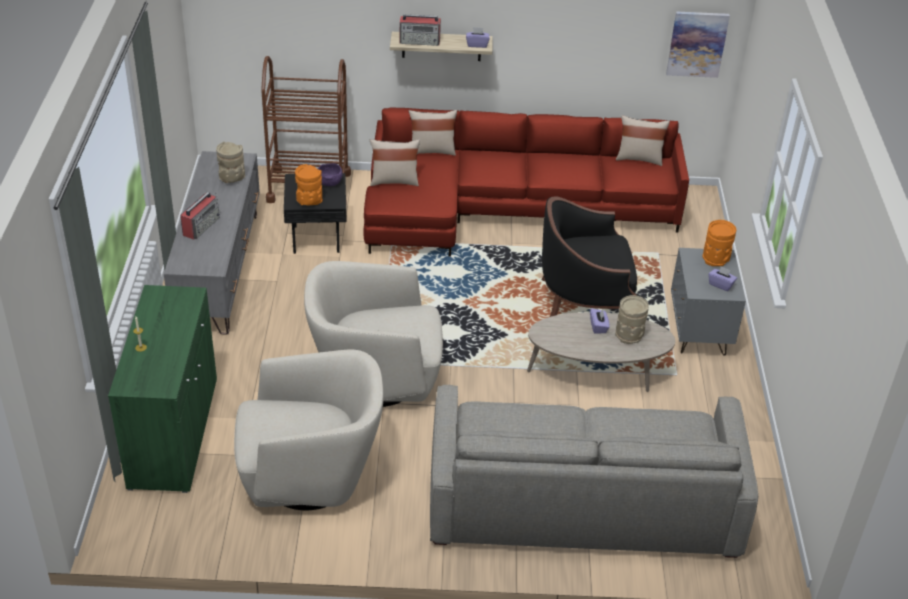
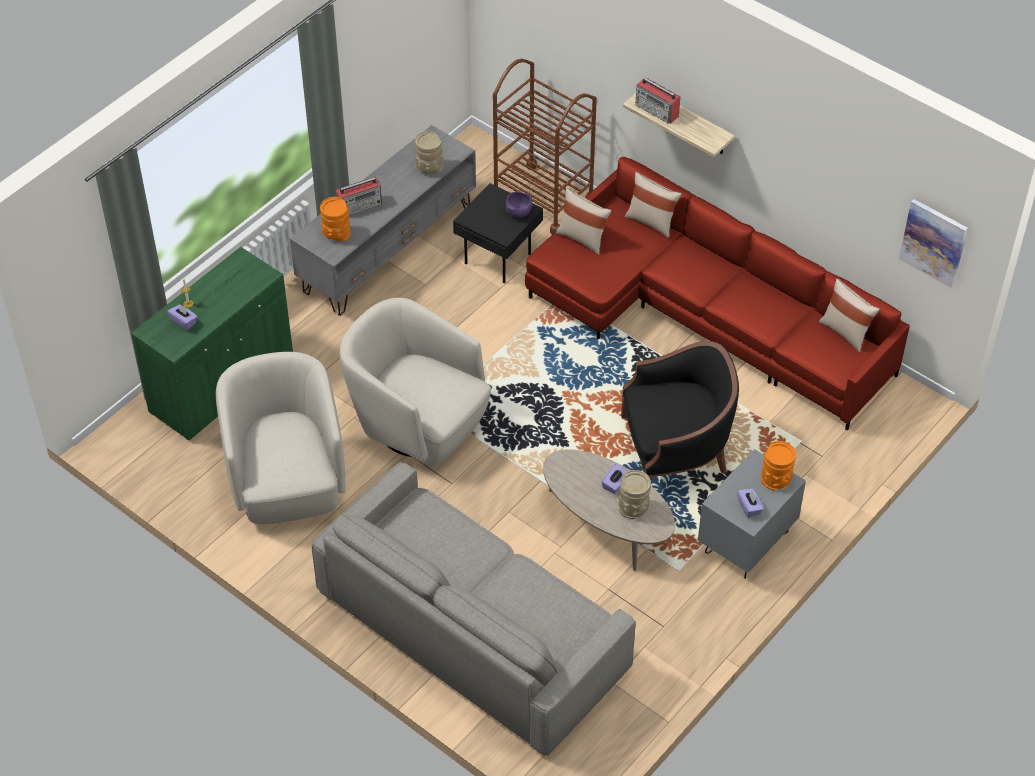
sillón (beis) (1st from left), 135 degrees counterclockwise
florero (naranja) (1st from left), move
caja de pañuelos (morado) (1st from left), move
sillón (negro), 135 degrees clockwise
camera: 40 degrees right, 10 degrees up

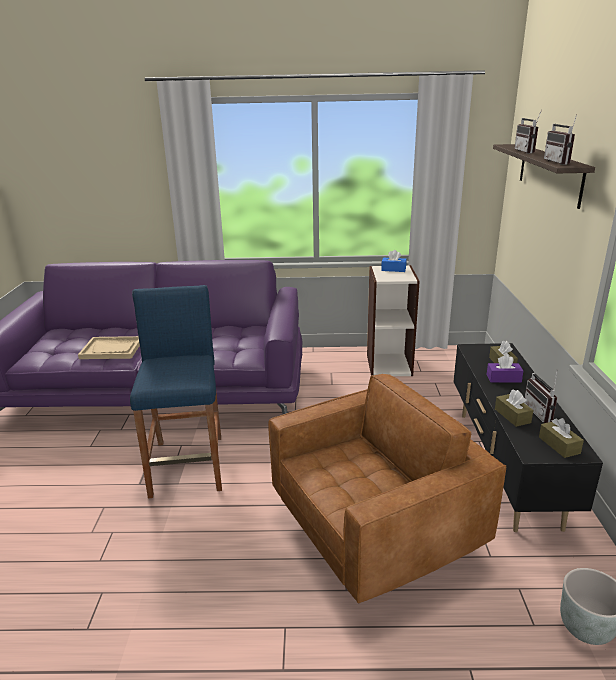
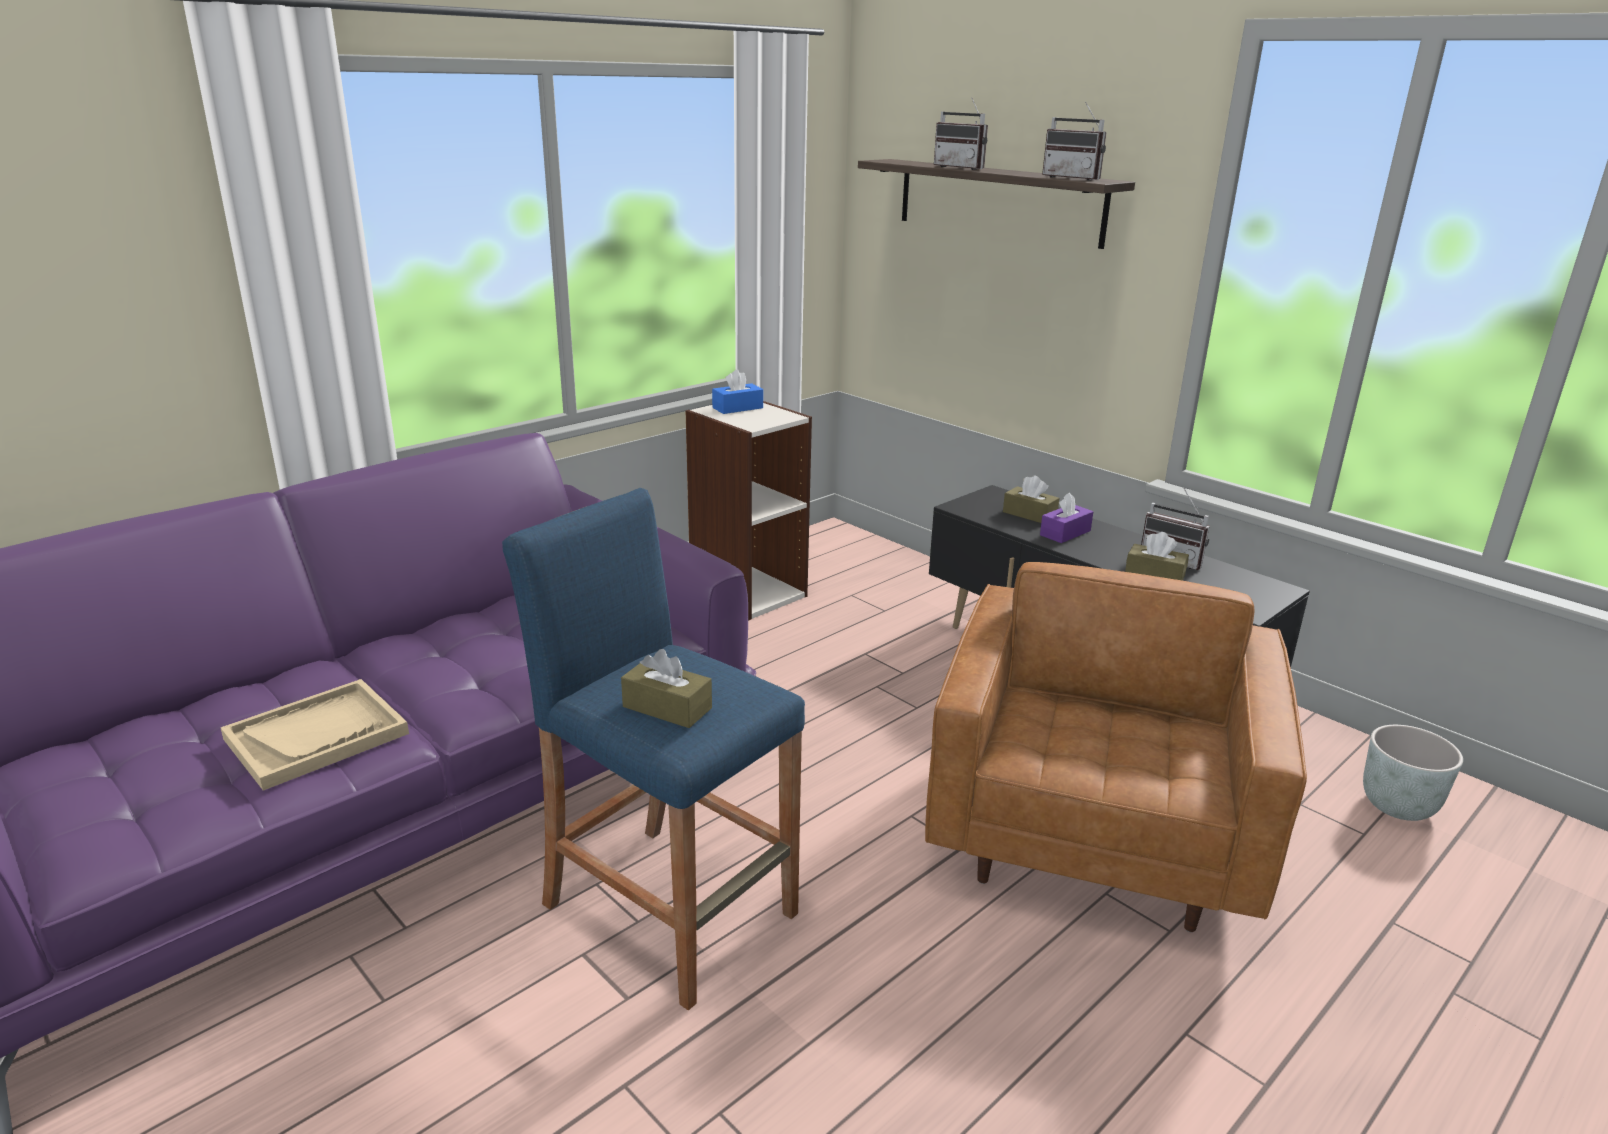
caja de pañuelos (marrón) (3rd from left in the first image) → caja de pañuelos (marrón) (1st from left), move
camera: 45 degrees left, 0 degrees up

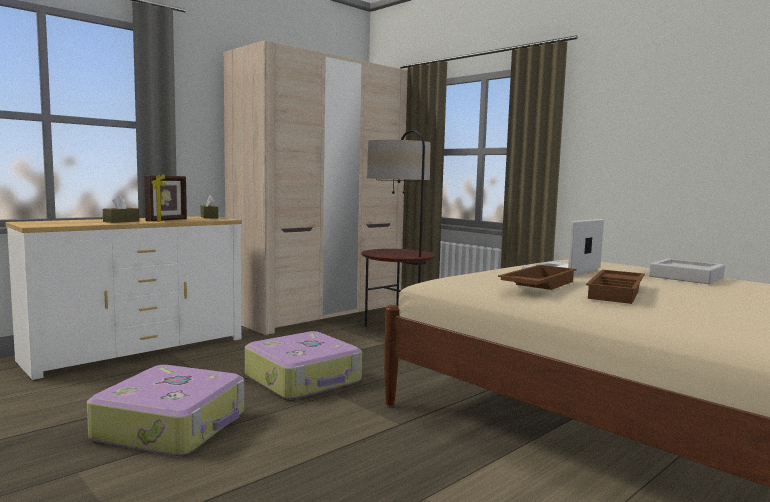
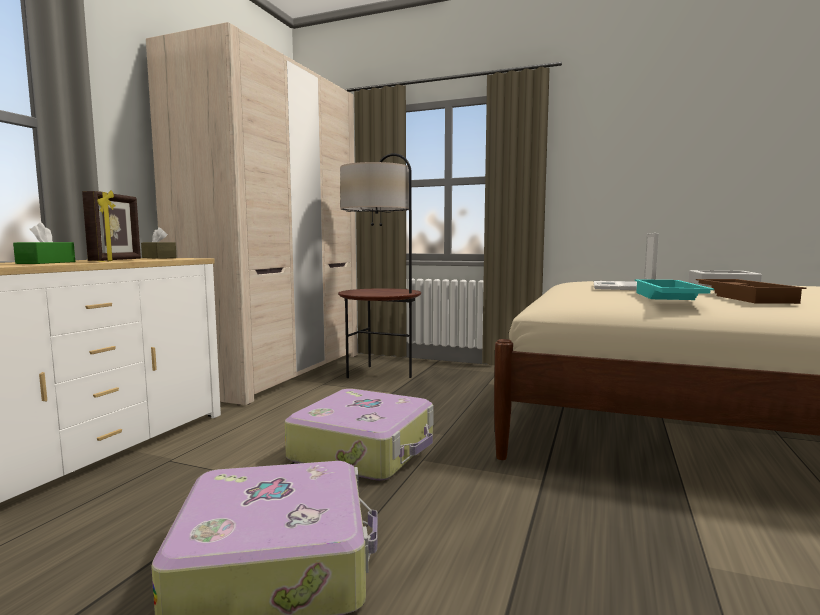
caja de pañuelos (marrón) (1st from left) → caja de pañuelos (verde)
bandeja (marrón) (1st from left) → bandeja (turquesa)
camera: 25 degrees left, 0 degrees up

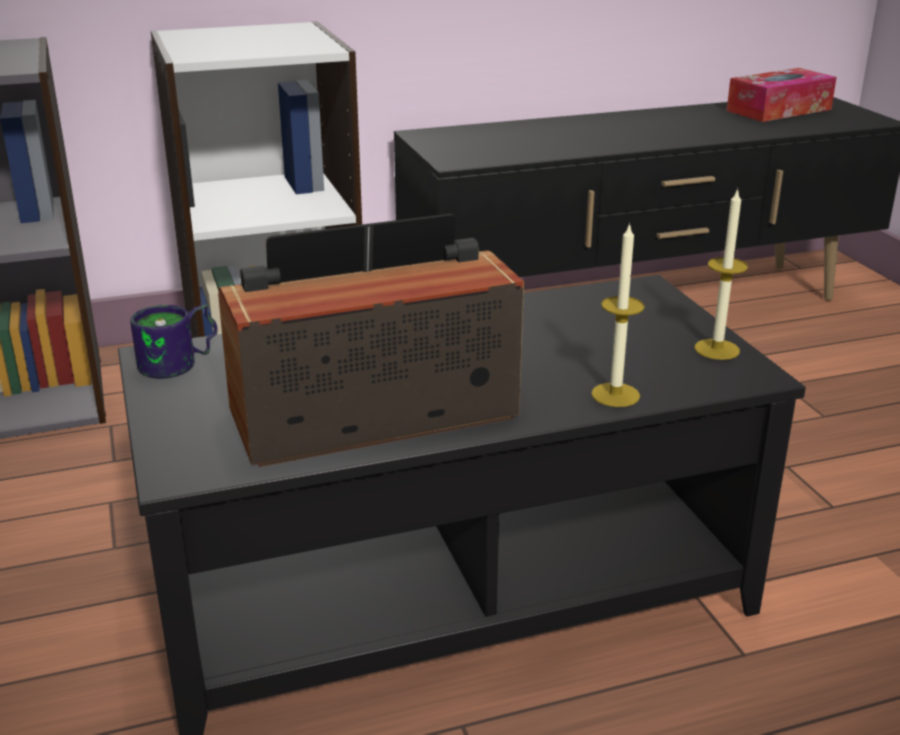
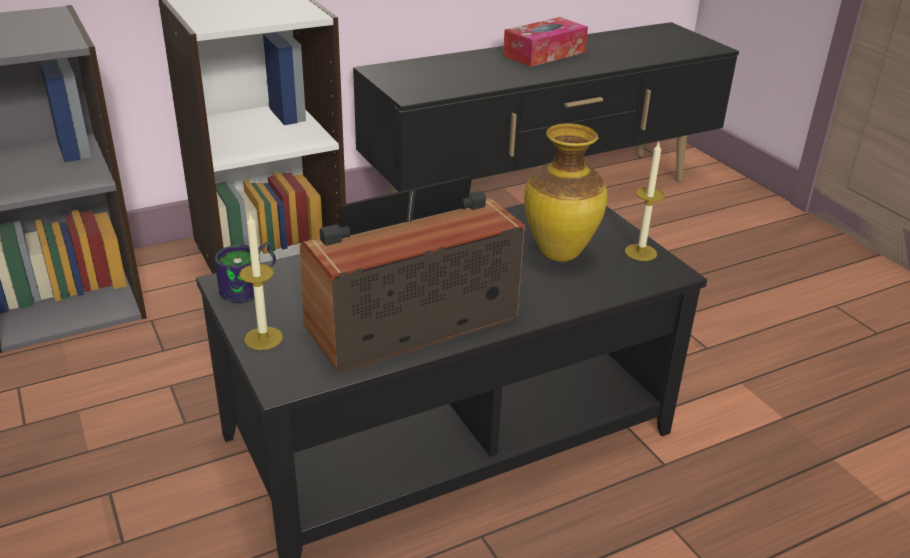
vela (1st from left), move
caja de pañuelos, move
- → florero
camera: 10 degrees left, 5 degrees up

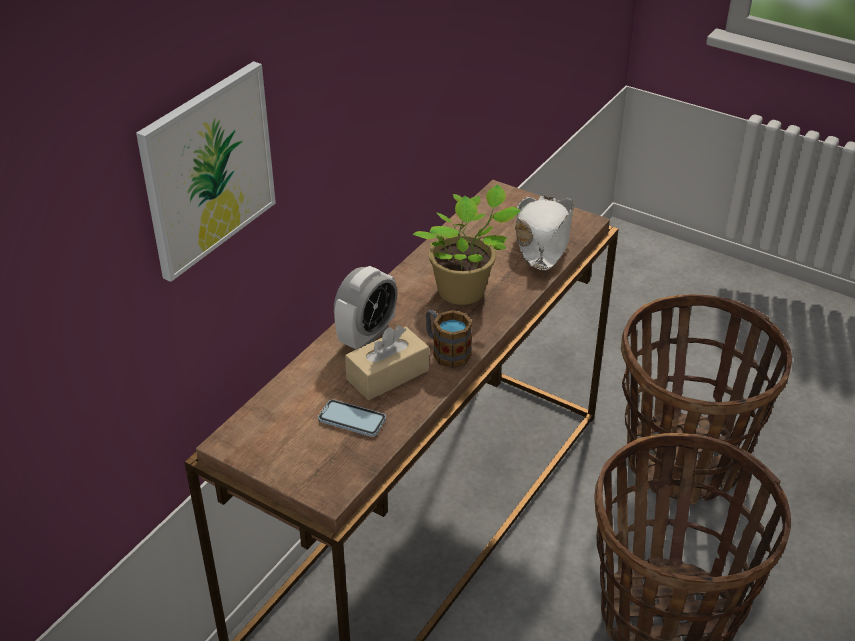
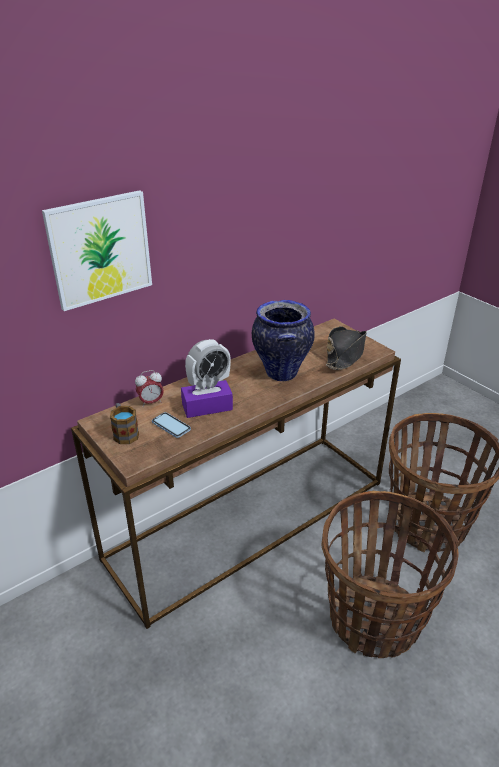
caja de pañuelos (beis) → caja de pañuelos (morado)
planta en maceta → florero
taza grande, move
sombrero (blanco) → sombrero (negro)
- → despertador (1st from left)
camera: 20 degrees right, 5 degrees down

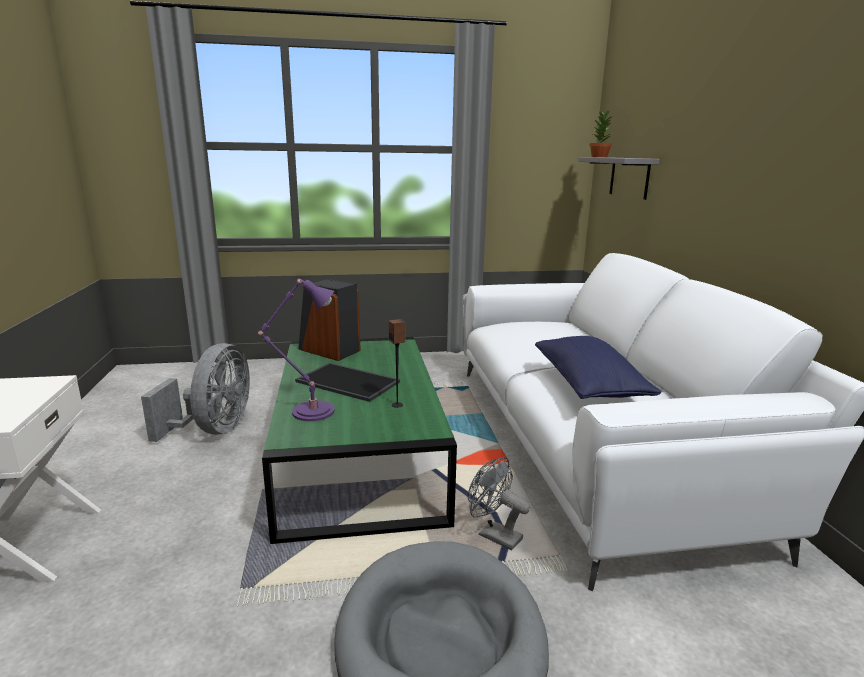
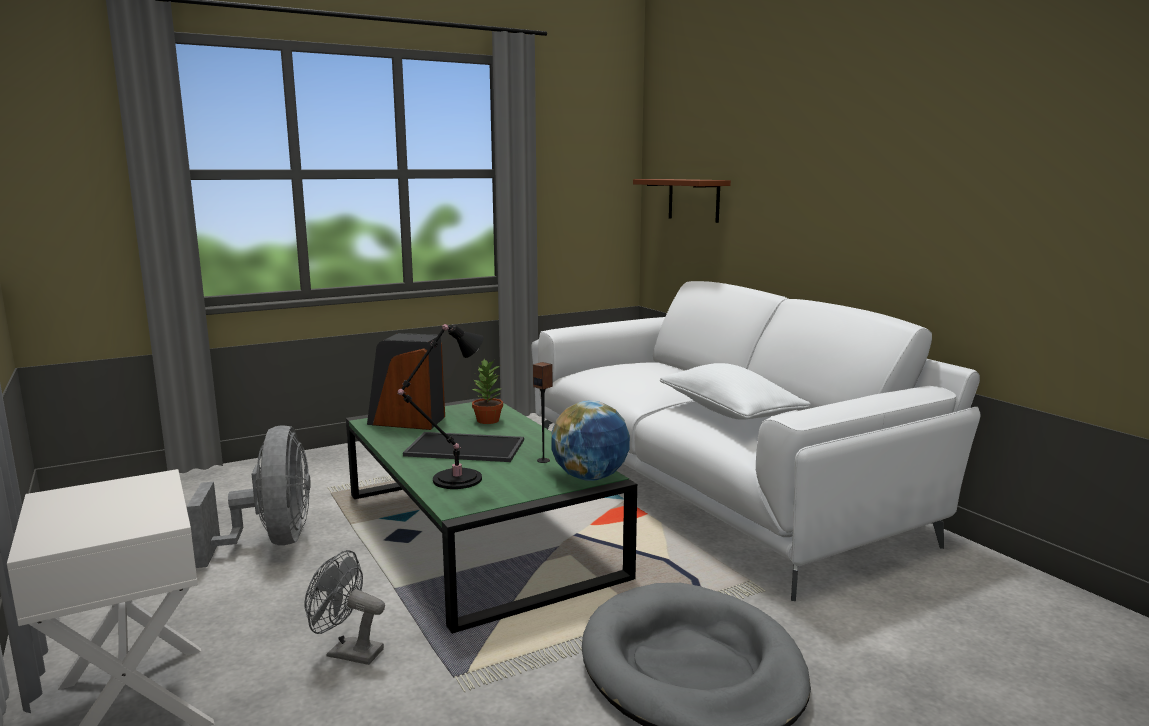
lámpara de mesa (morado) → lámpara de mesa (negro)
ventilador (gris) (2nd from left), move
cojín (azul) → cojín (blanco)
estante (gris) → estante (marrón)
planta en maceta, move
- → globo terráqueo
camera: 20 degrees left, 5 degrees down

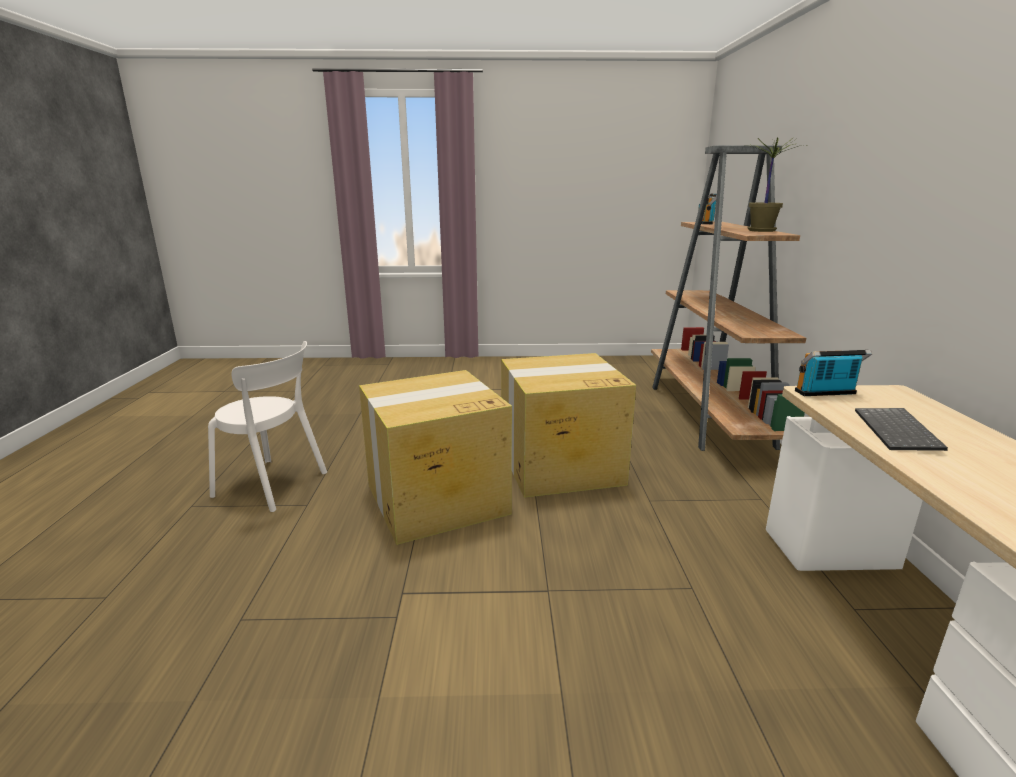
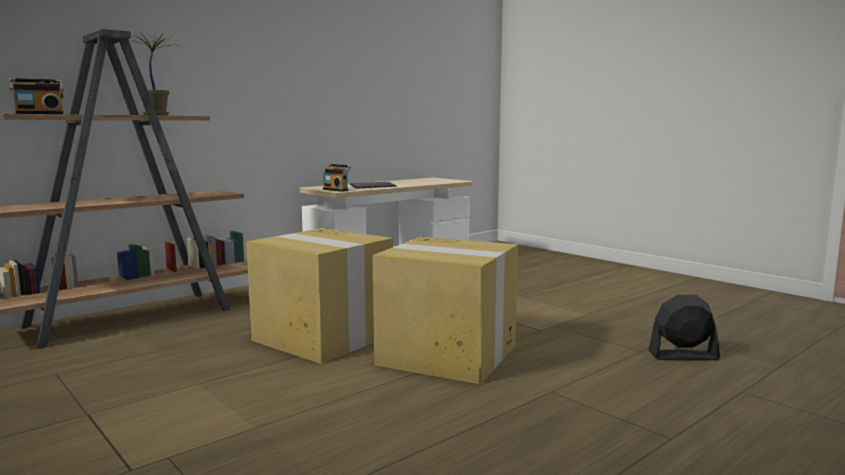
silla (blanco) → -
- → ventilador (negro)
camera: 130 degrees left, 10 degrees down

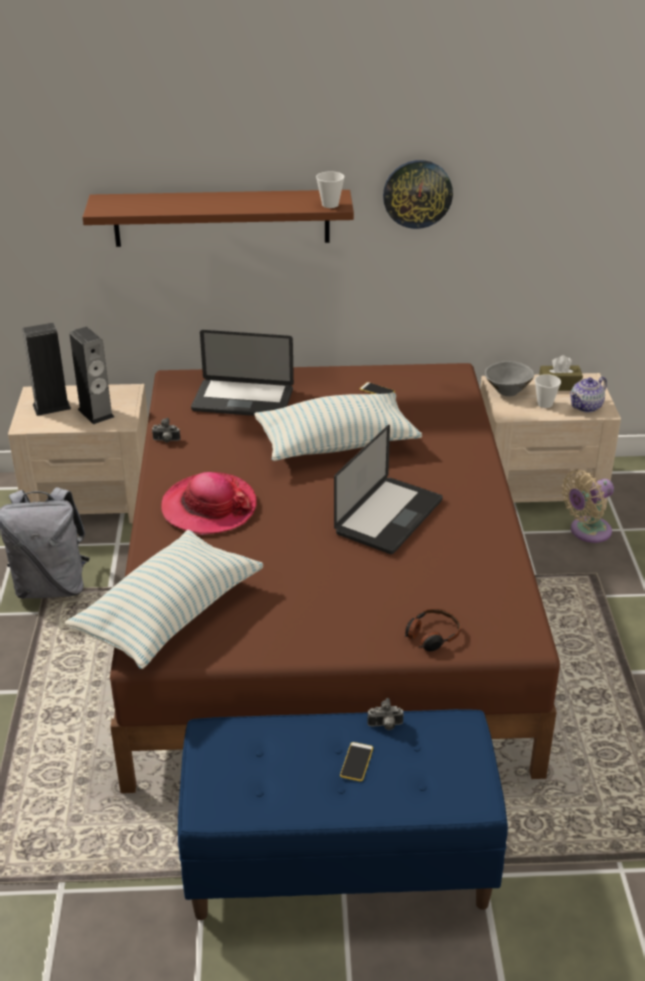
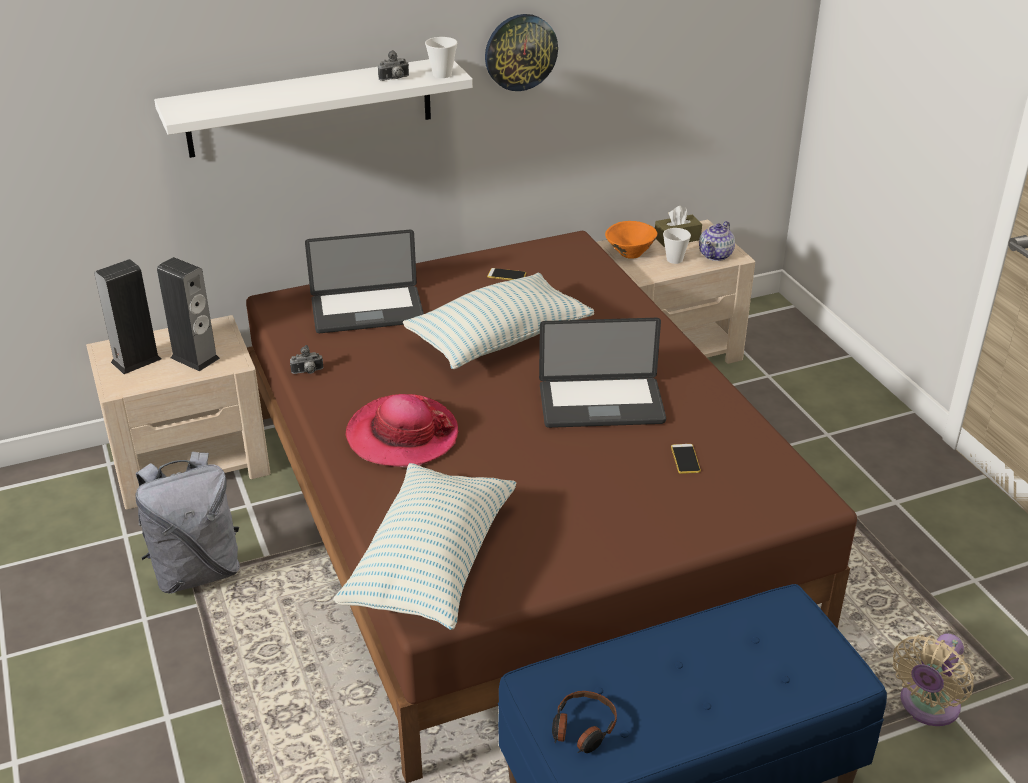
estante (marrón) → estante (blanco)
portátil (2nd from left), 75 degrees clockwise
móvil (1st from left in the first image) → móvil (2nd from left), move
cámara (2nd from left), move
auriculares, move
cuenco (gris) → cuenco (naranja)
ventilador (beis), move
camera: 20 degrees left, 0 degrees up

